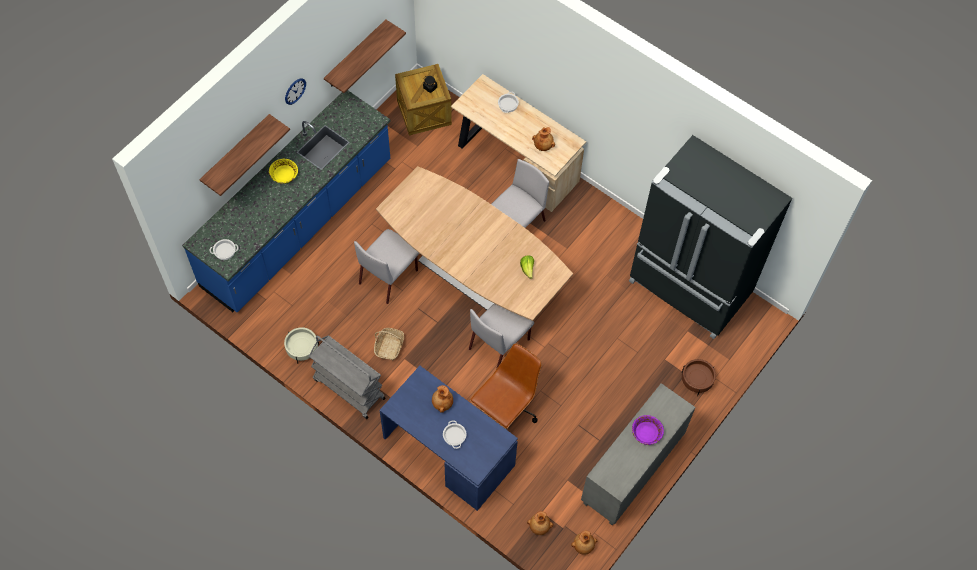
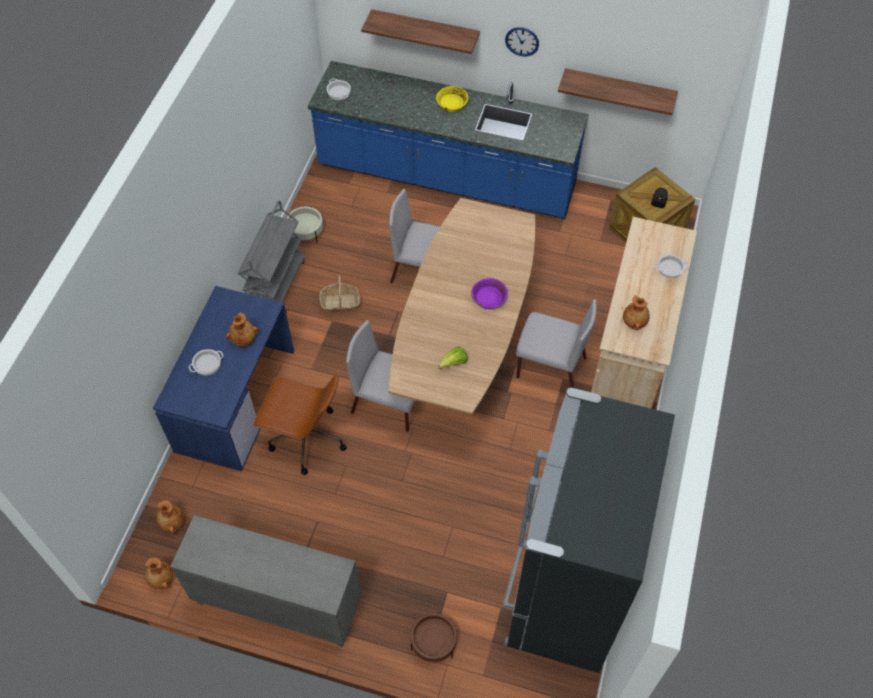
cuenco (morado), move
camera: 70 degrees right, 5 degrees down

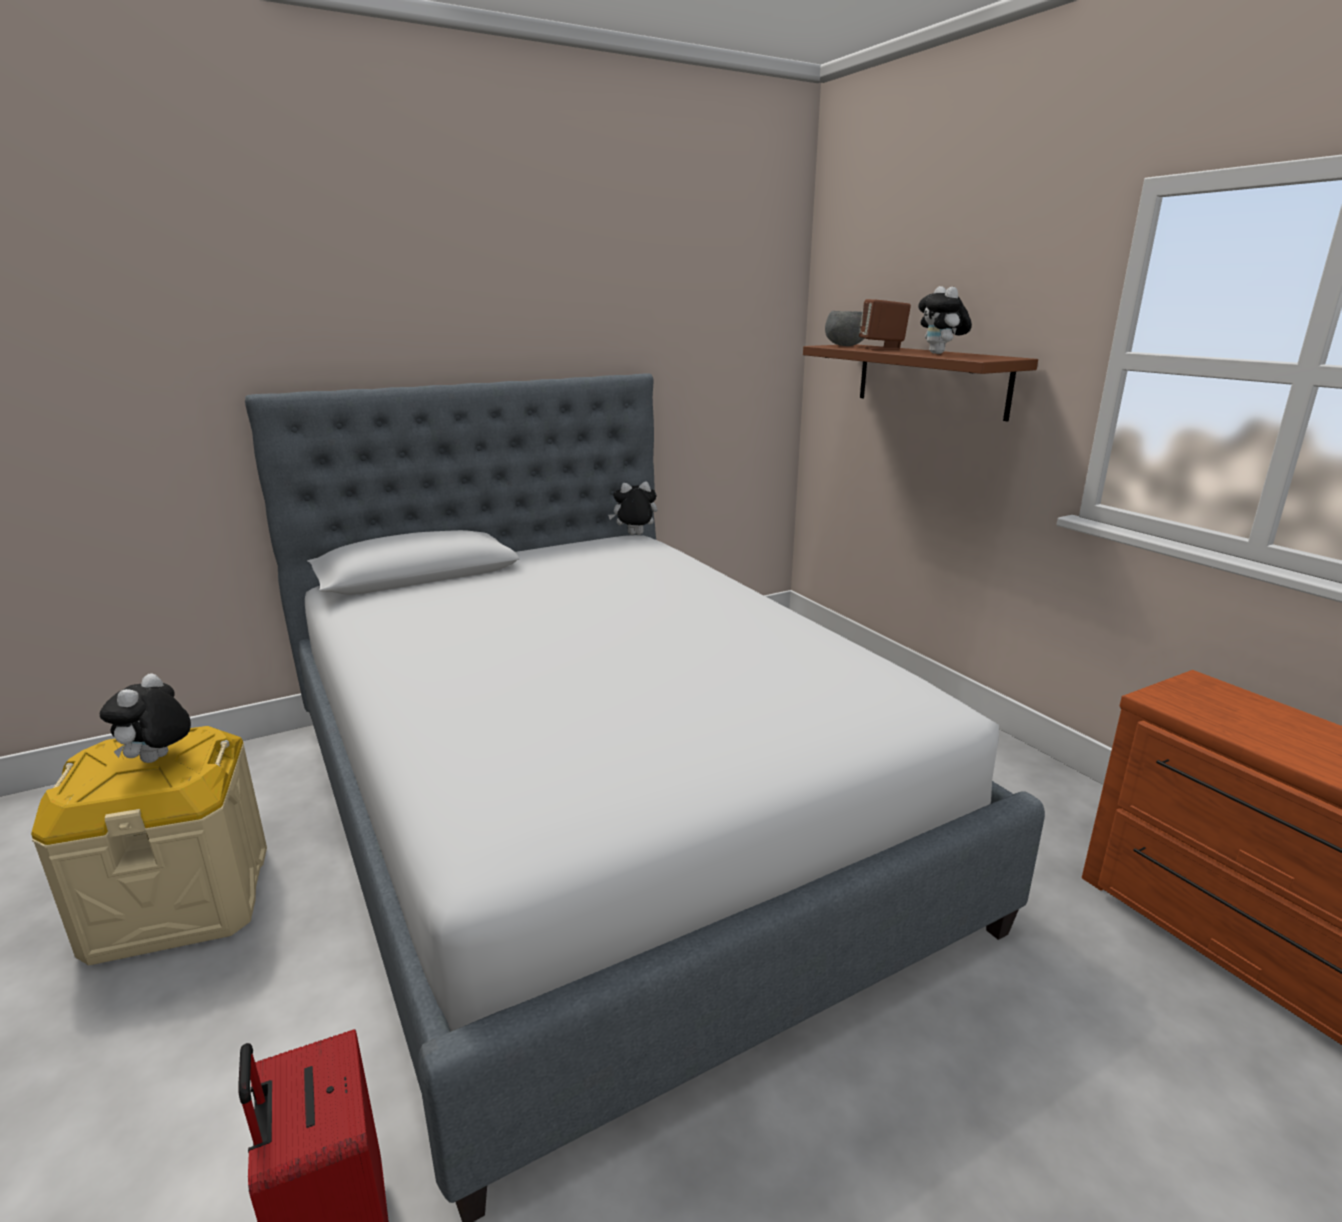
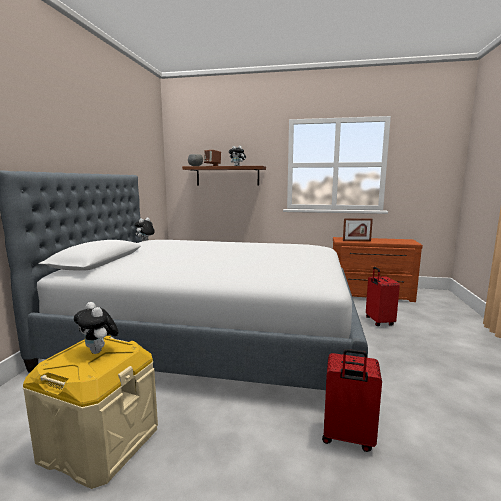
- → portarretratos
- → maleta (rojo) (2nd from left)
camera: 50 degrees left, 10 degrees down

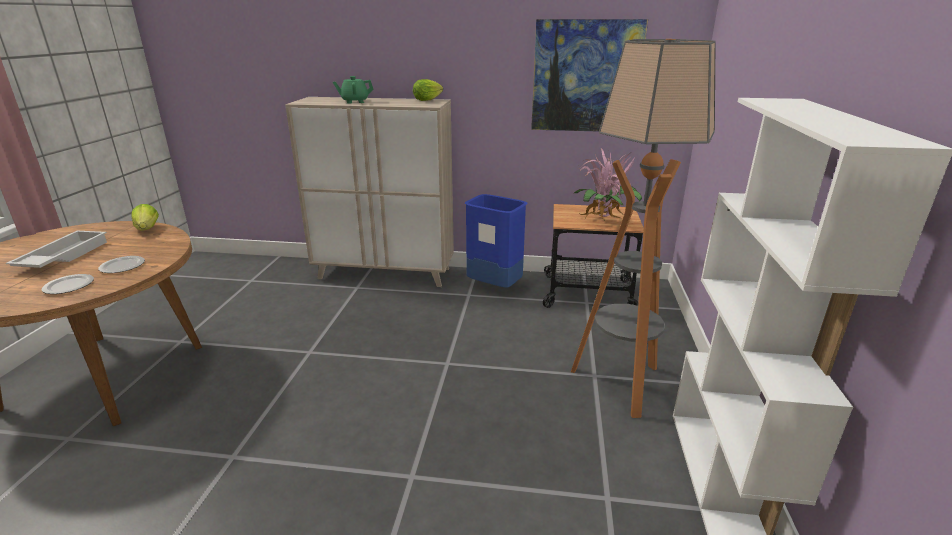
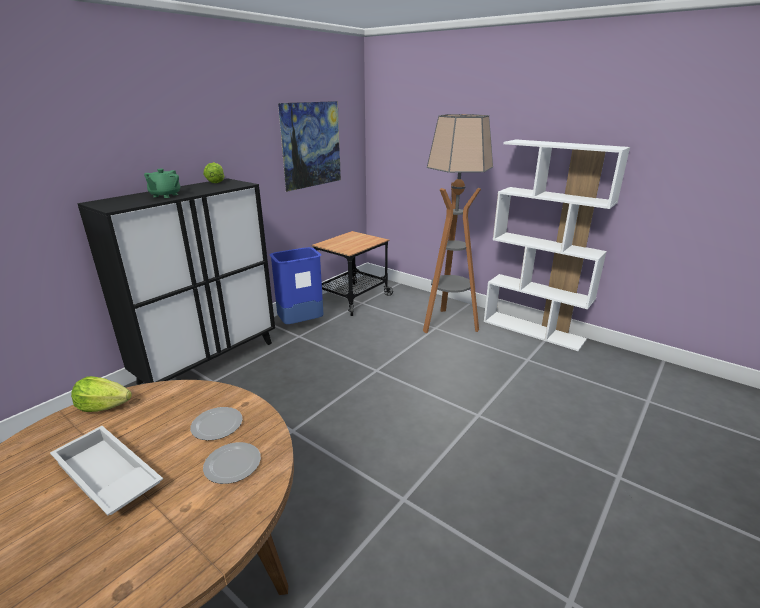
armario (beis) → armario (negro)
planta en maceta → -
camera: 60 degrees left, 0 degrees up

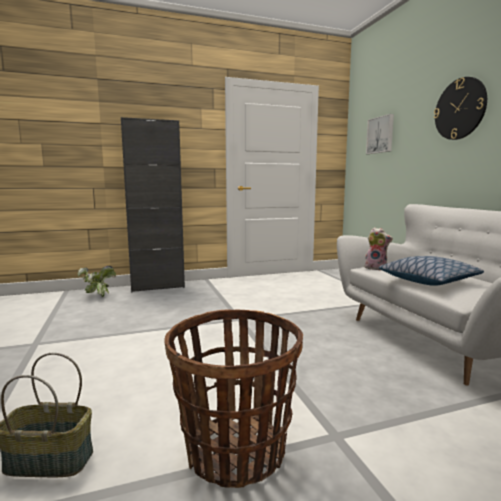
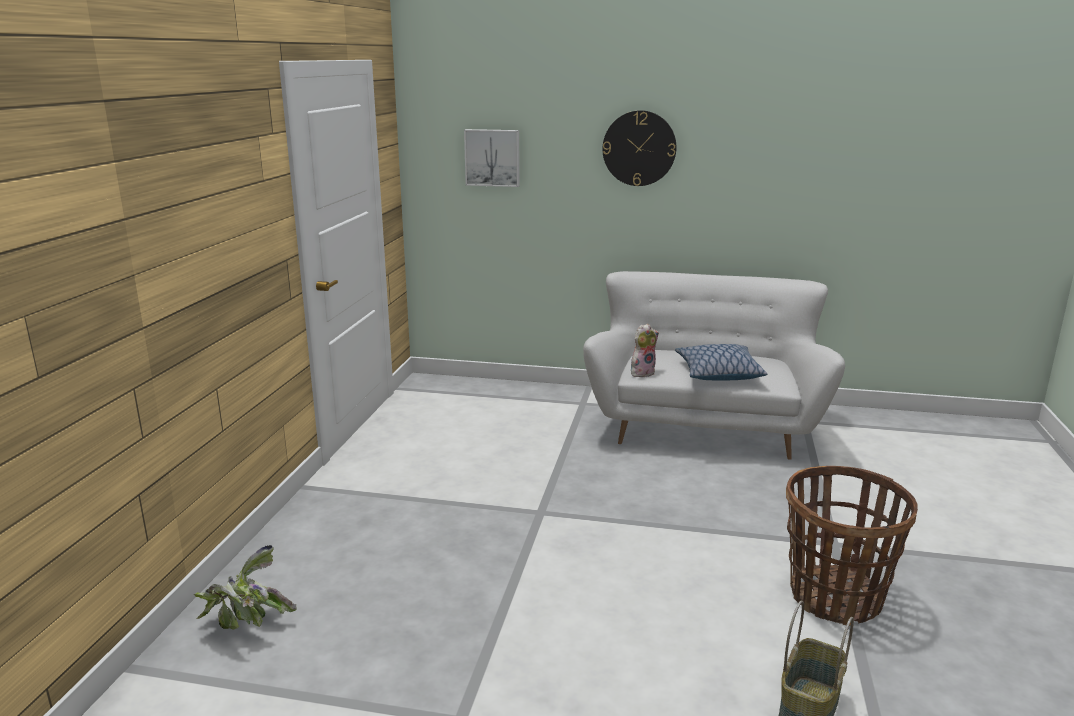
armario (negro) → -
camera: 60 degrees left, 10 degrees up

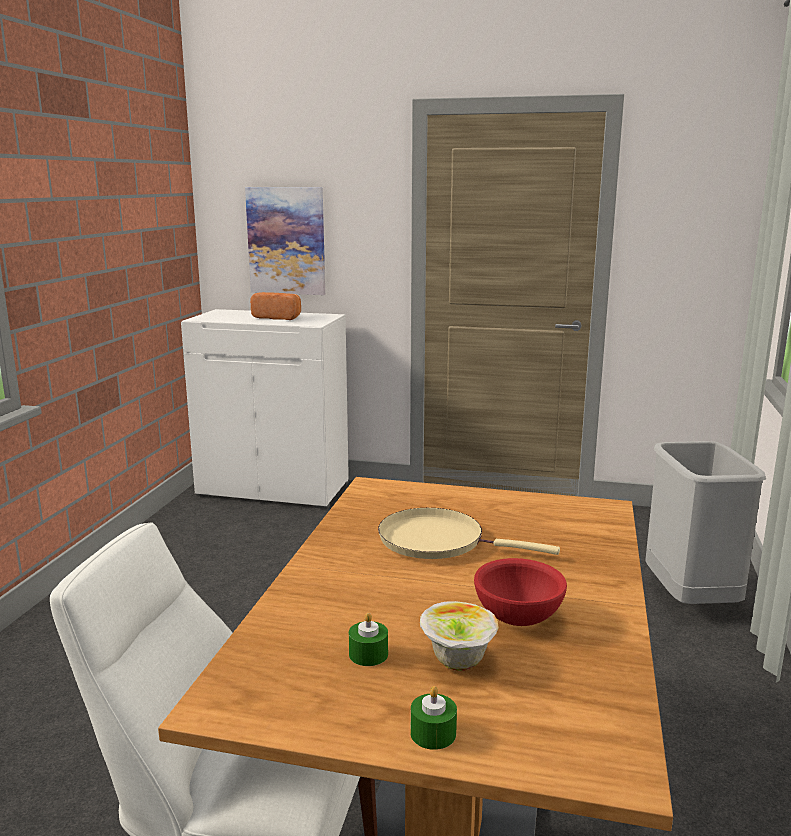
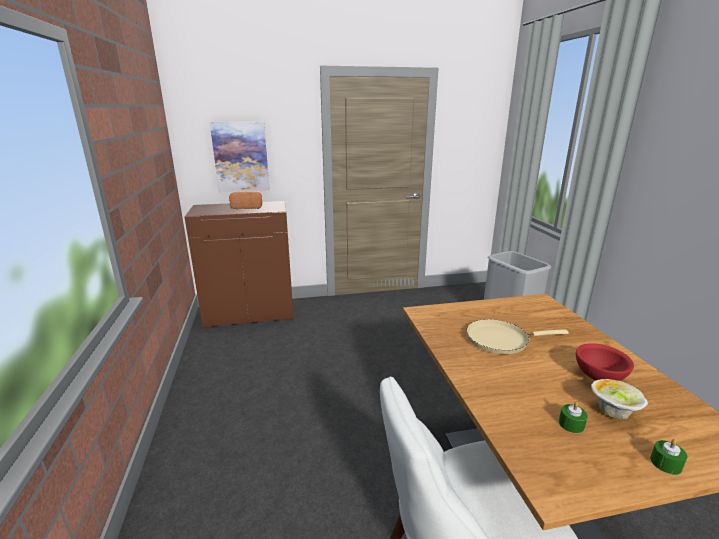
armario (blanco) → armario (marrón)
camera: 25 degrees left, 5 degrees up

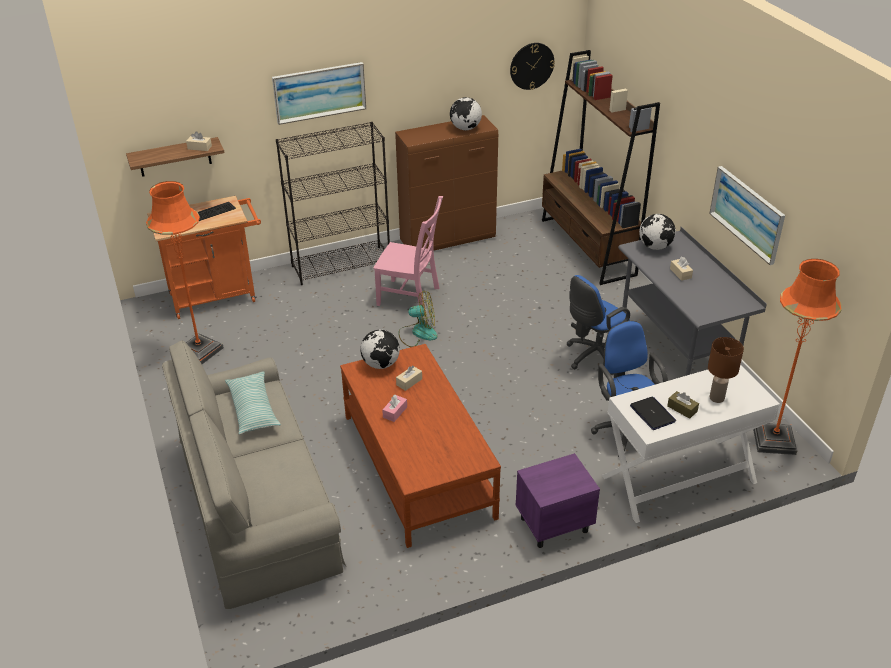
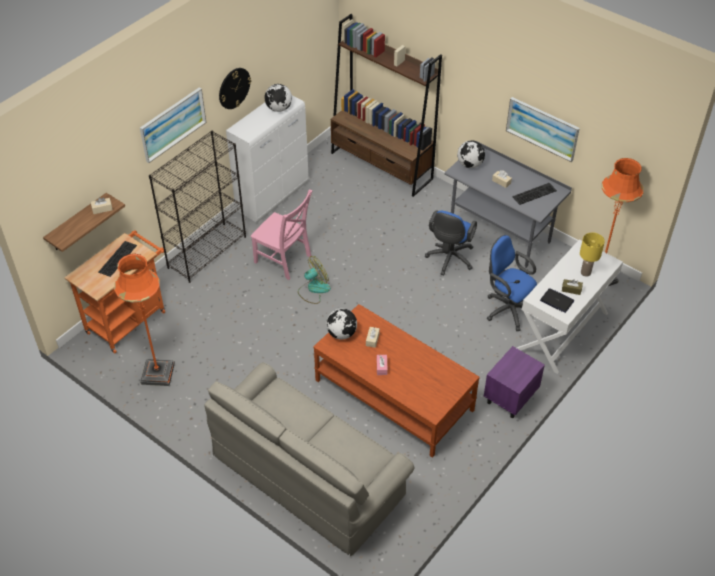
cojín → -
silla (rosa), 45 degrees clockwise
armario (marrón) → armario (blanco)
reloj de pared, move
lámpara de mesa (marrón) → lámpara de mesa (amarillo)
- → teclado (2nd from left)
camera: 30 degrees left, 10 degrees up

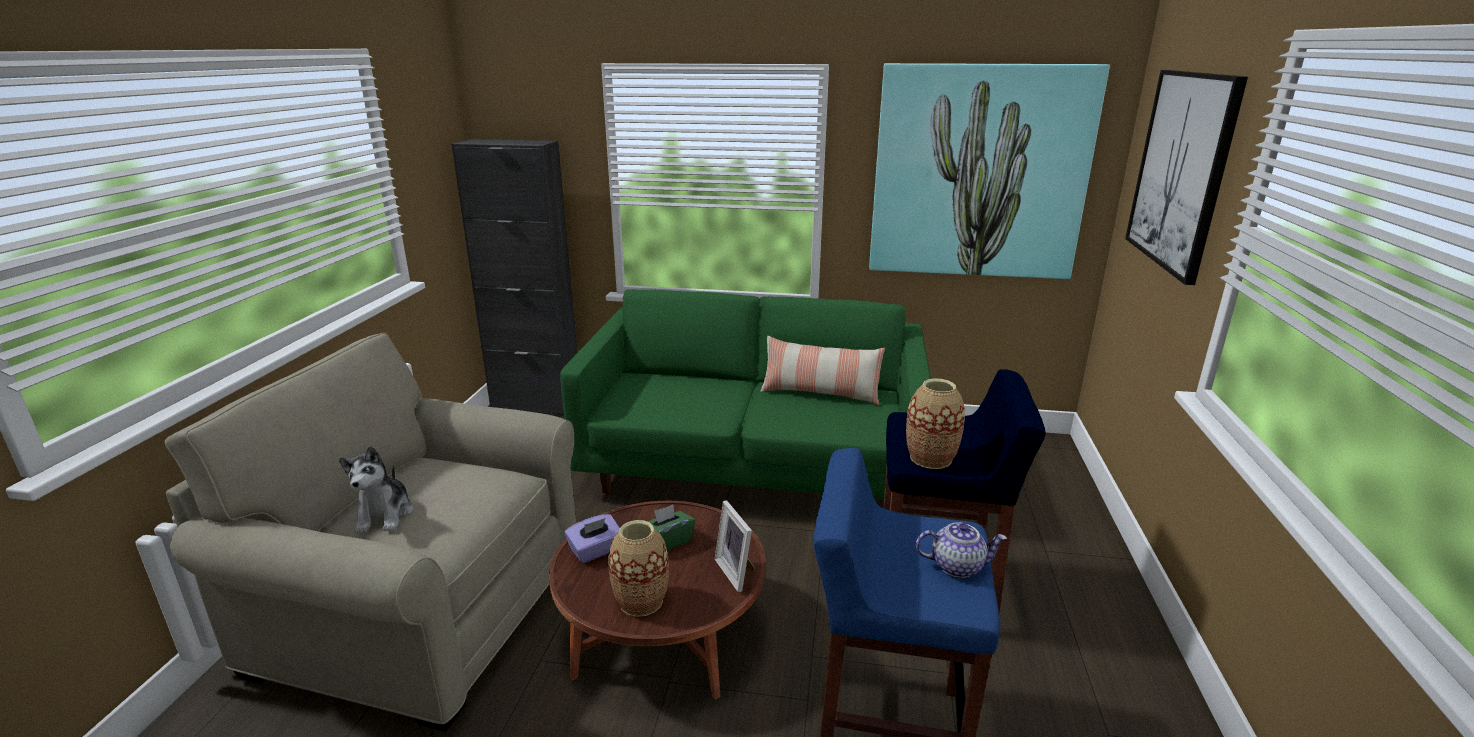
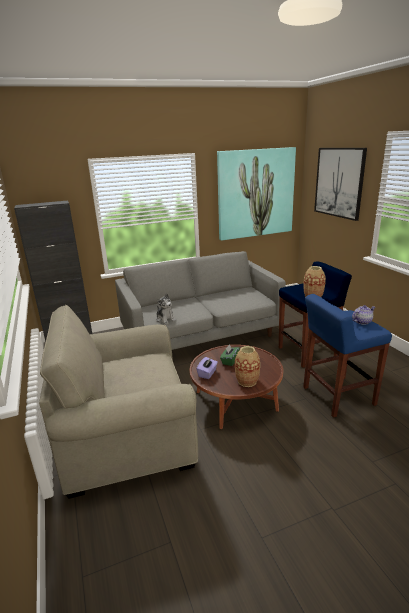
peluche, move
sofá (verde) → sofá (gris)
portarretratos → -
cojín → -
camera: 30 degrees left, 0 degrees up

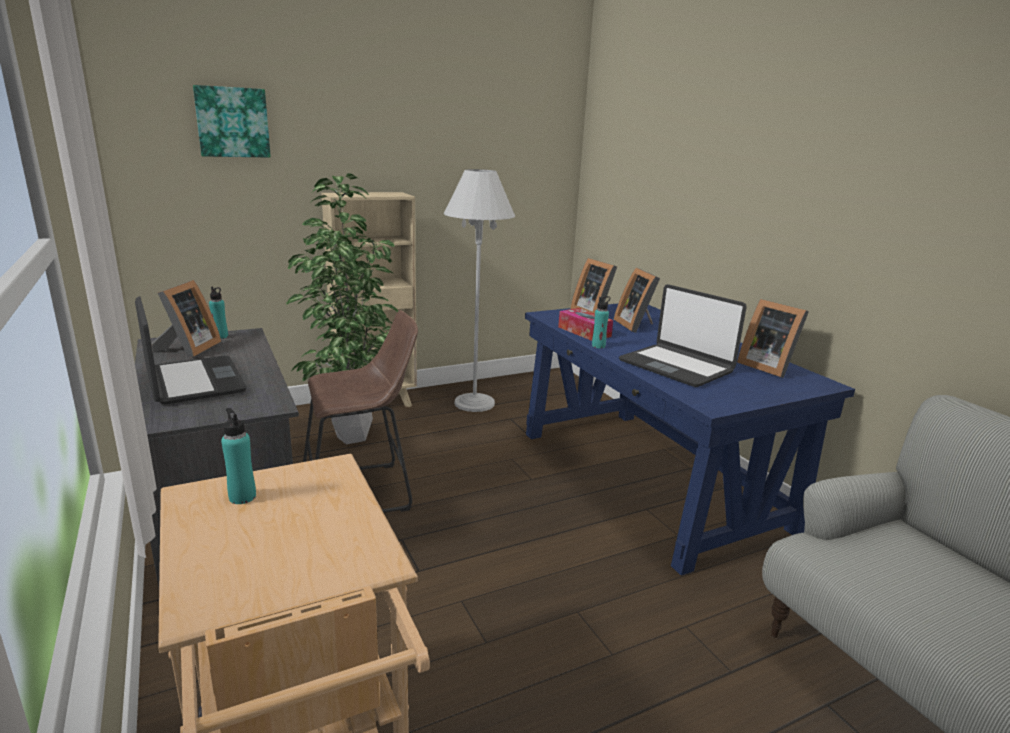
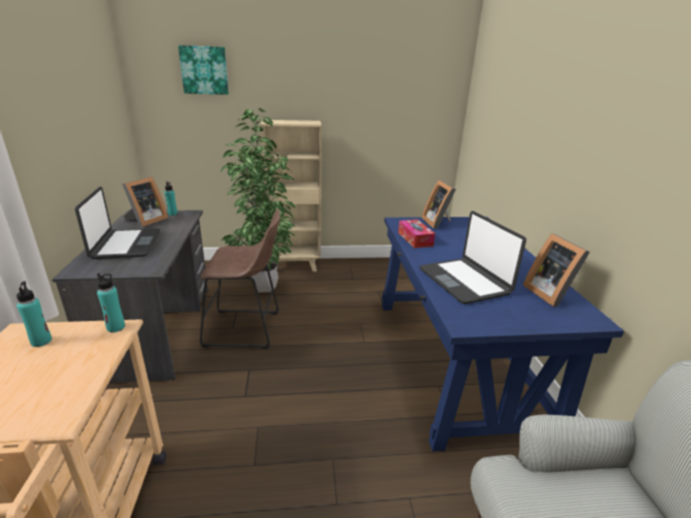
lámpara de pie (blanco) → -
botella (turquesa) (3rd from left in the first image) → botella (turquesa) (2nd from left), move
portarretratos (3rd from left) → -
camera: 20 degrees right, 5 degrees up

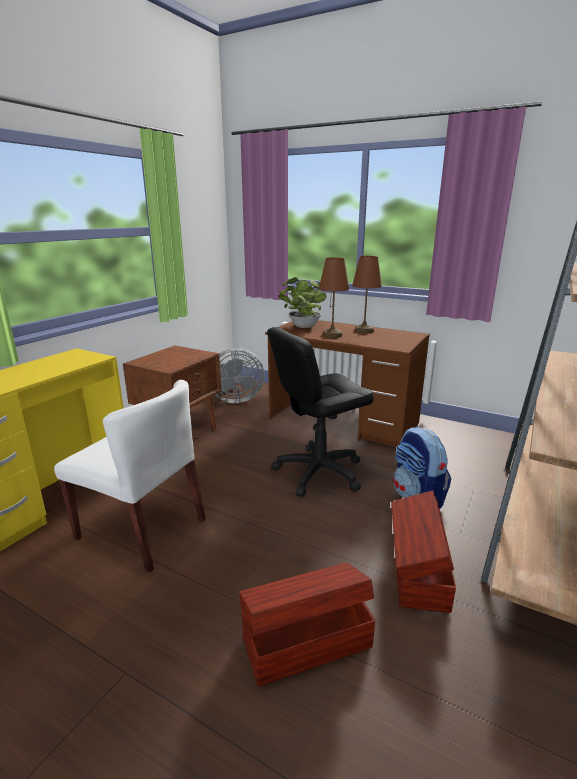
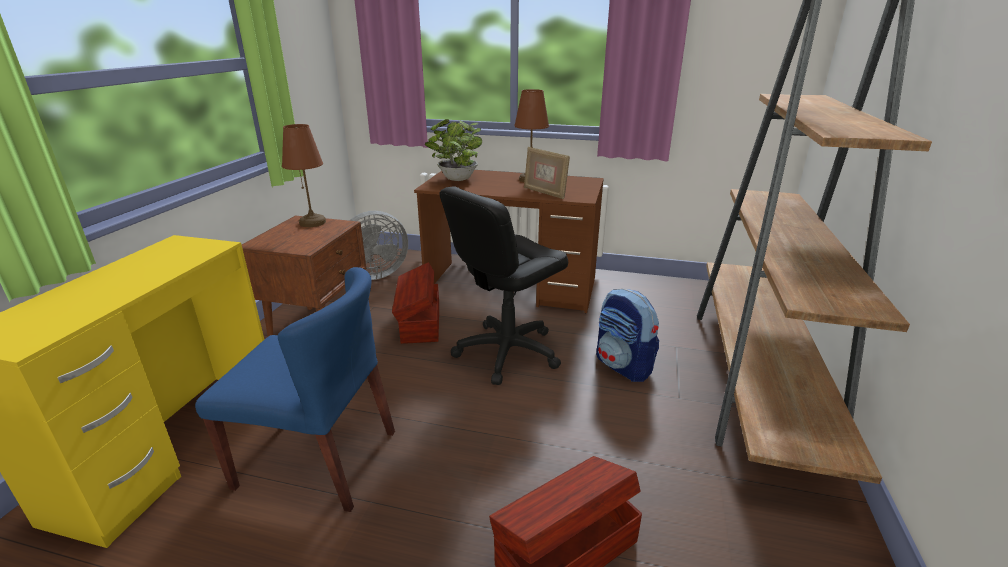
silla (blanco) → silla (azul)
lámpara de mesa (marrón) (1st from left), move
caja de almacenaje (marrón) (2nd from left in the first image) → caja de almacenaje (marrón) (1st from left), move
- → portarretratos
camera: 15 degrees left, 5 degrees up

